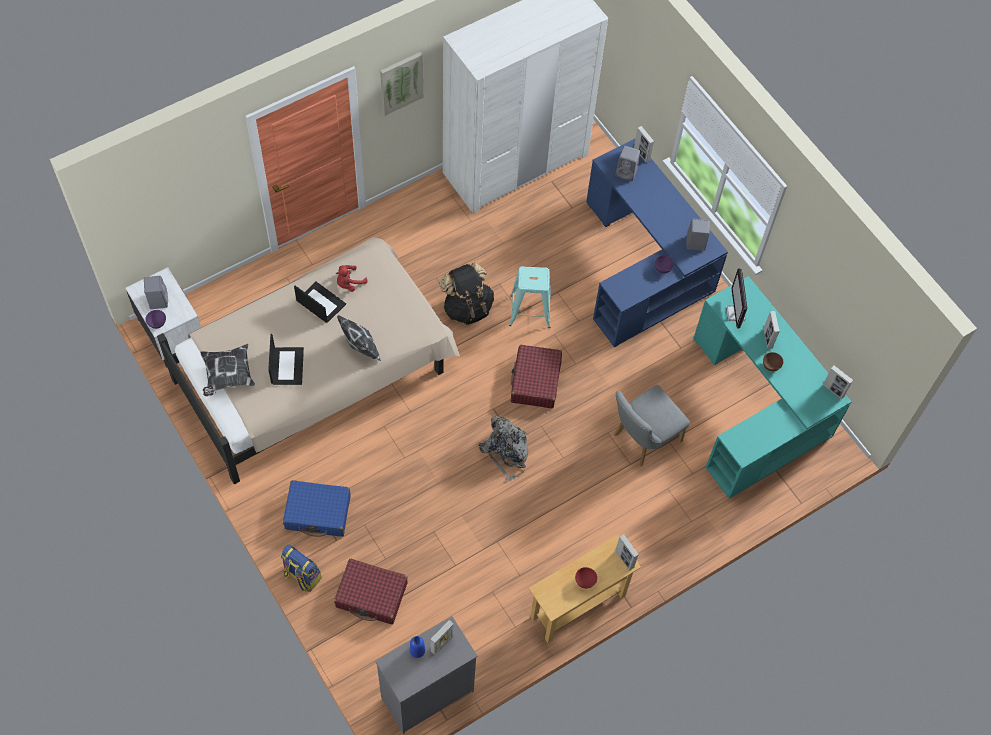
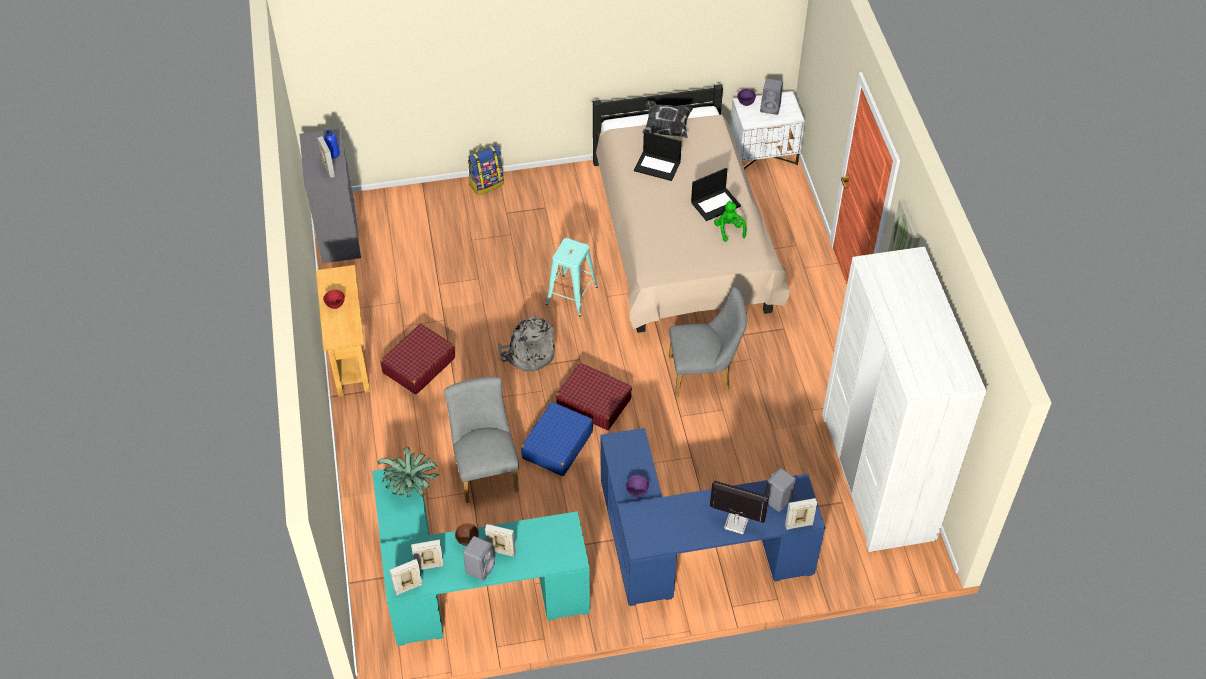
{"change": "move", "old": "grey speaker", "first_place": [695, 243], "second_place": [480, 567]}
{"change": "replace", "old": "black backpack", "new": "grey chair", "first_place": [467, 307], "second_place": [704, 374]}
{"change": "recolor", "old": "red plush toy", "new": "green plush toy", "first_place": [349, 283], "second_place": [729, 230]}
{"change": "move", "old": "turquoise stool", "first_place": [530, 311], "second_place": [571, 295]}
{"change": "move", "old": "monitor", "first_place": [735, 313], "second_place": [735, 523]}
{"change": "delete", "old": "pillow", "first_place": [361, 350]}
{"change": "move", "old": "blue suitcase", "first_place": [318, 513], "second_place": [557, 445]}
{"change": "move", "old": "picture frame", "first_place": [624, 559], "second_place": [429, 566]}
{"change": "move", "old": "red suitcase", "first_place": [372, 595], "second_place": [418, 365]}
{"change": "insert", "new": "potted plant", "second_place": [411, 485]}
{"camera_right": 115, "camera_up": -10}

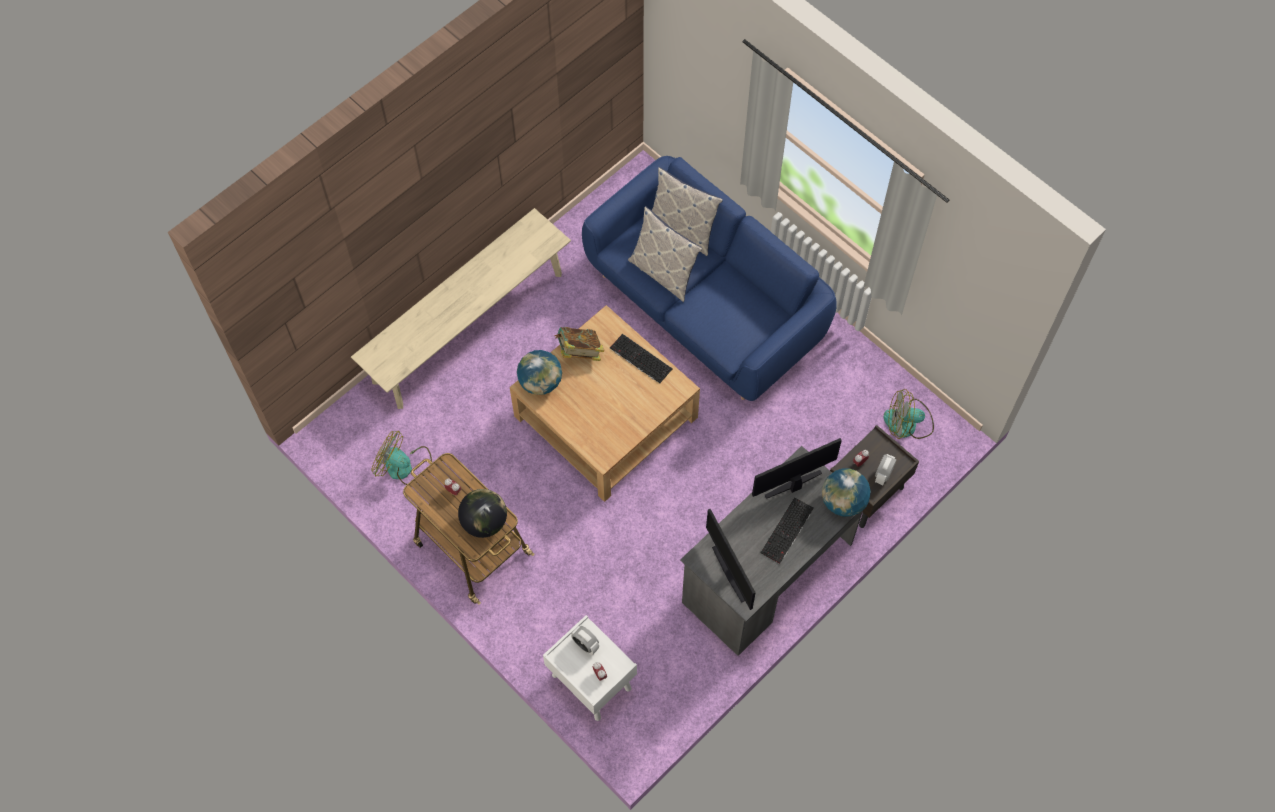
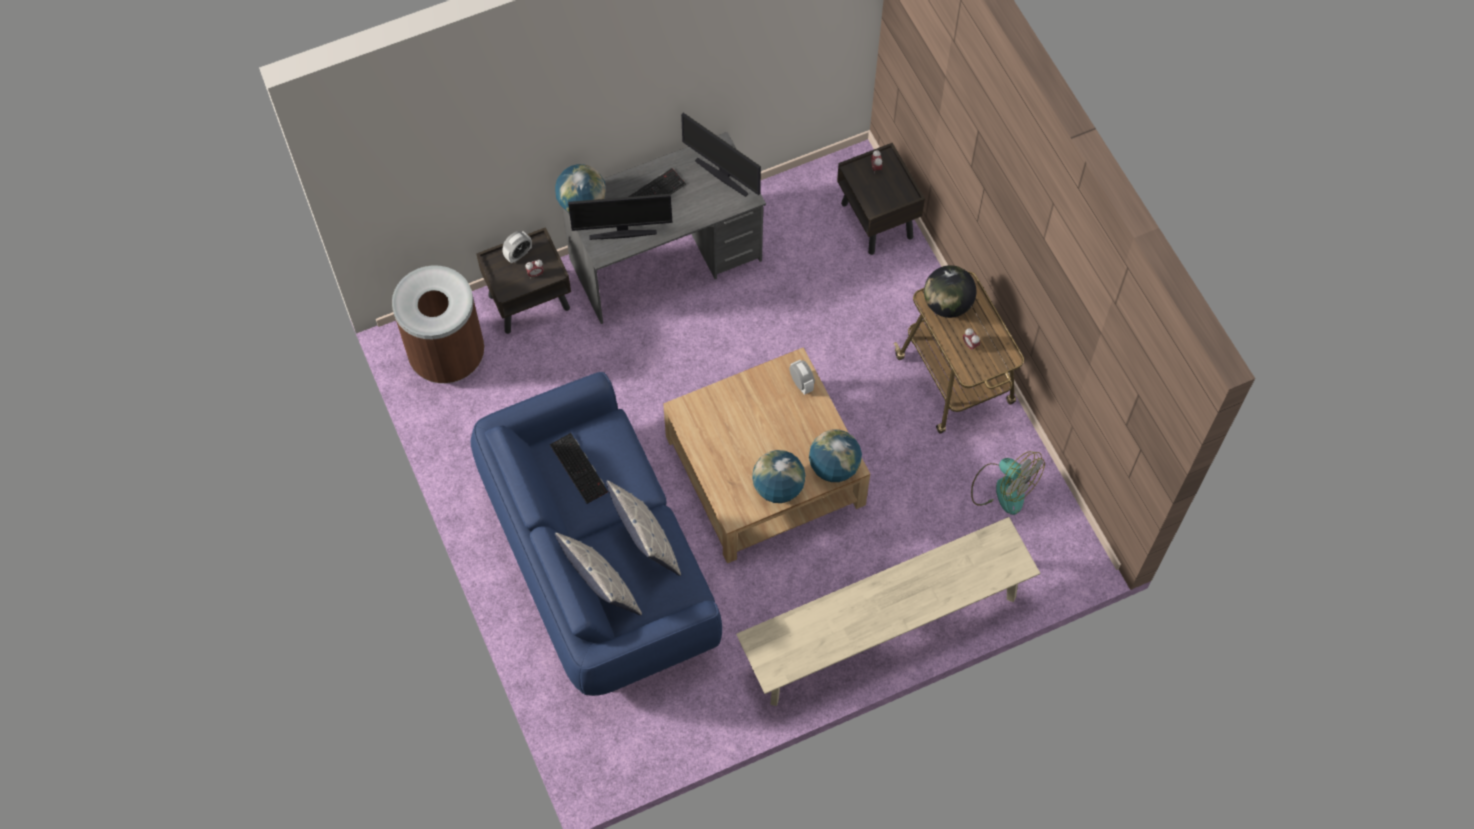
{"change": "replace", "old": "book", "new": "globe", "first_place": [579, 352], "second_place": [778, 487]}
{"change": "move", "old": "keyboard", "first_place": [639, 359], "second_place": [580, 468]}
{"change": "replace", "old": "fan", "new": "brown trash can", "first_place": [908, 424], "second_place": [448, 356]}
{"change": "rotate", "old": "monitor", "first_place": [730, 573], "second_place": [723, 176], "degrees": 135}
{"change": "recolor", "old": "white nightstand", "new": "brown nightstand", "first_place": [590, 681], "second_place": [877, 221]}
{"change": "move", "old": "alarm clock", "first_place": [585, 645], "second_place": [801, 384]}
{"camera_right": -160, "camera_up": 0}

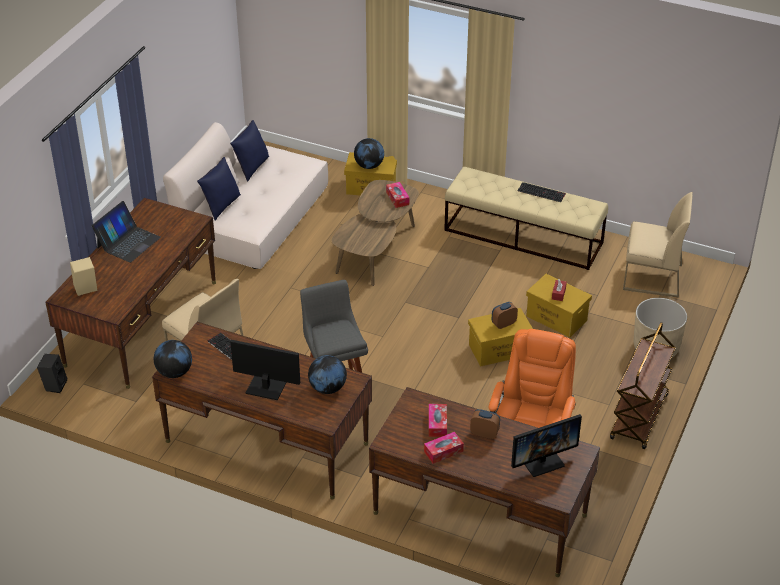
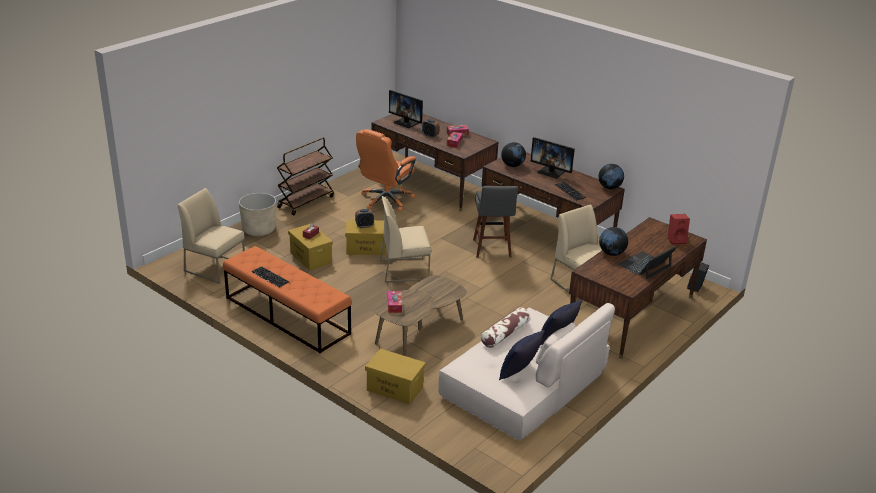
{"change": "move", "old": "globe", "first_place": [369, 166], "second_place": [611, 253]}
{"change": "recolor", "old": "beige bench", "new": "orange bench", "first_place": [524, 236], "second_place": [286, 315]}
{"change": "recolor", "old": "beige speaker", "new": "red speaker", "first_place": [85, 290], "second_place": [676, 240]}
{"change": "rotate", "old": "monitor", "first_place": [542, 461], "second_place": [406, 123], "degrees": -135}
{"change": "insert", "new": "beige chair", "second_place": [404, 270]}
{"change": "insert", "new": "pillow", "second_place": [505, 334]}
{"camera_right": -165, "camera_up": -10}

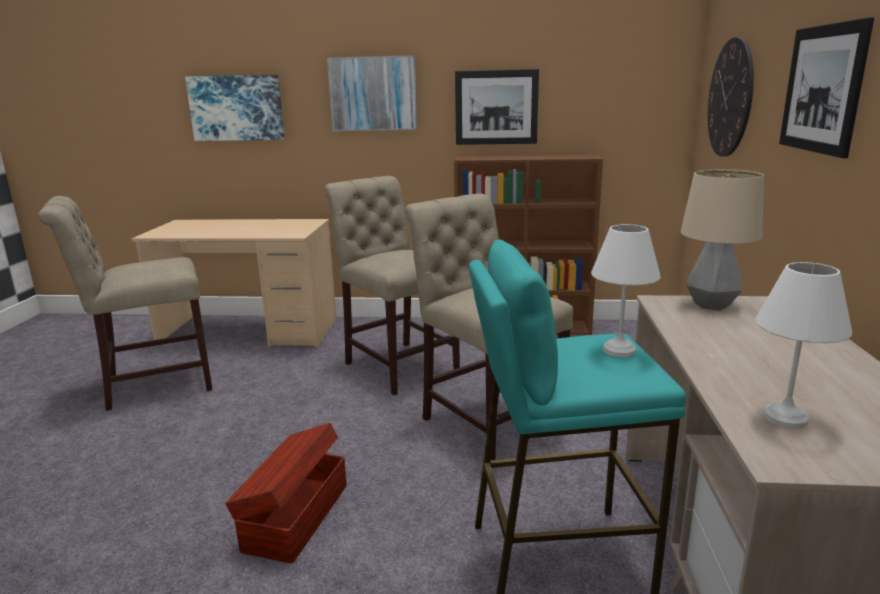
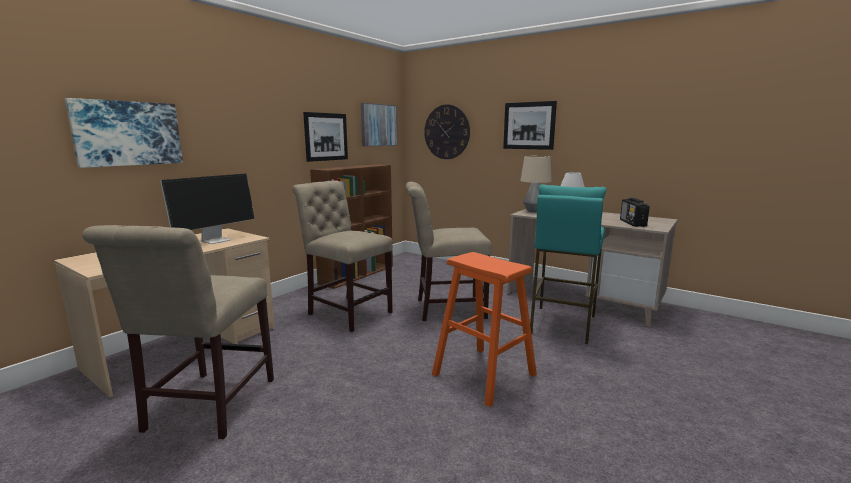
{"change": "move", "old": "picture", "first_place": [373, 94], "second_place": [378, 125]}
{"change": "rotate", "old": "beige chair", "first_place": [398, 364], "second_place": [347, 312], "degrees": 45}
{"change": "replace", "old": "white table lamp", "new": "radio", "first_place": [787, 419], "second_place": [632, 223]}
{"change": "replace", "old": "brown storage box", "new": "orange stool", "first_place": [294, 517], "second_place": [484, 375]}
{"change": "insert", "new": "monitor", "second_place": [216, 240]}
{"camera_right": -60, "camera_up": -5}

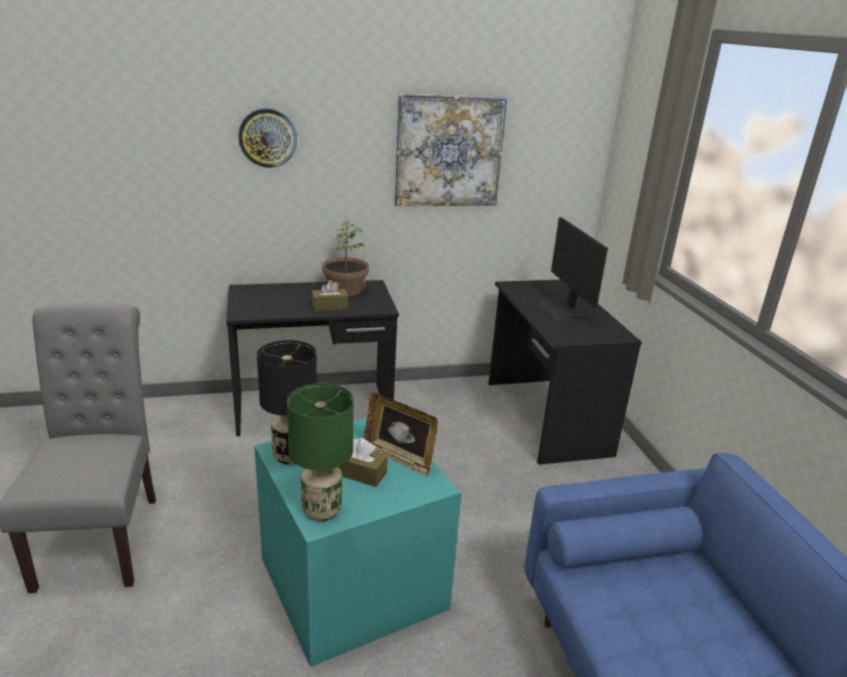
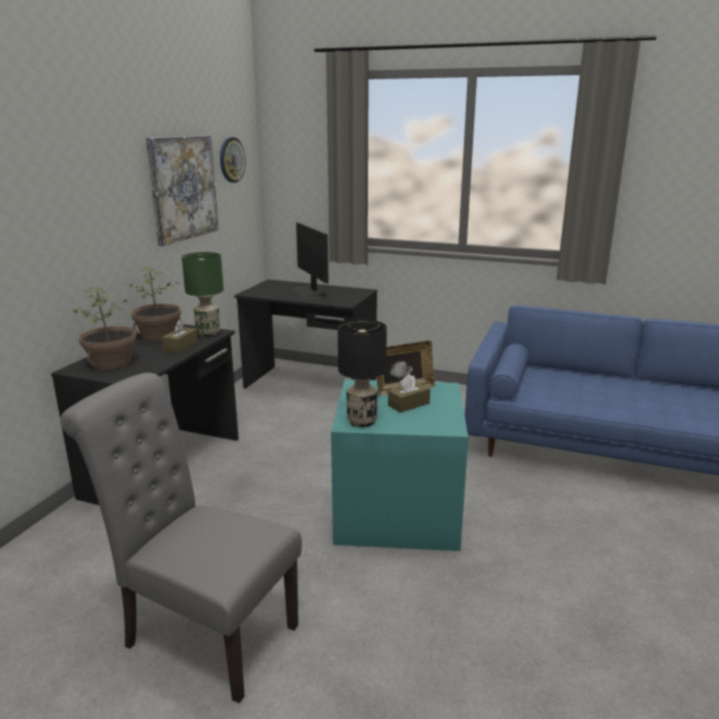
{"change": "move", "old": "wall clock", "first_place": [267, 138], "second_place": [231, 160]}
{"change": "rotate", "old": "monitor", "first_place": [563, 309], "second_place": [307, 292], "degrees": 45}
{"change": "move", "old": "green table lamp", "first_place": [322, 510], "second_place": [208, 333]}
{"change": "insert", "new": "potted plant", "second_place": [112, 363]}
{"camera_right": -55, "camera_up": -5}

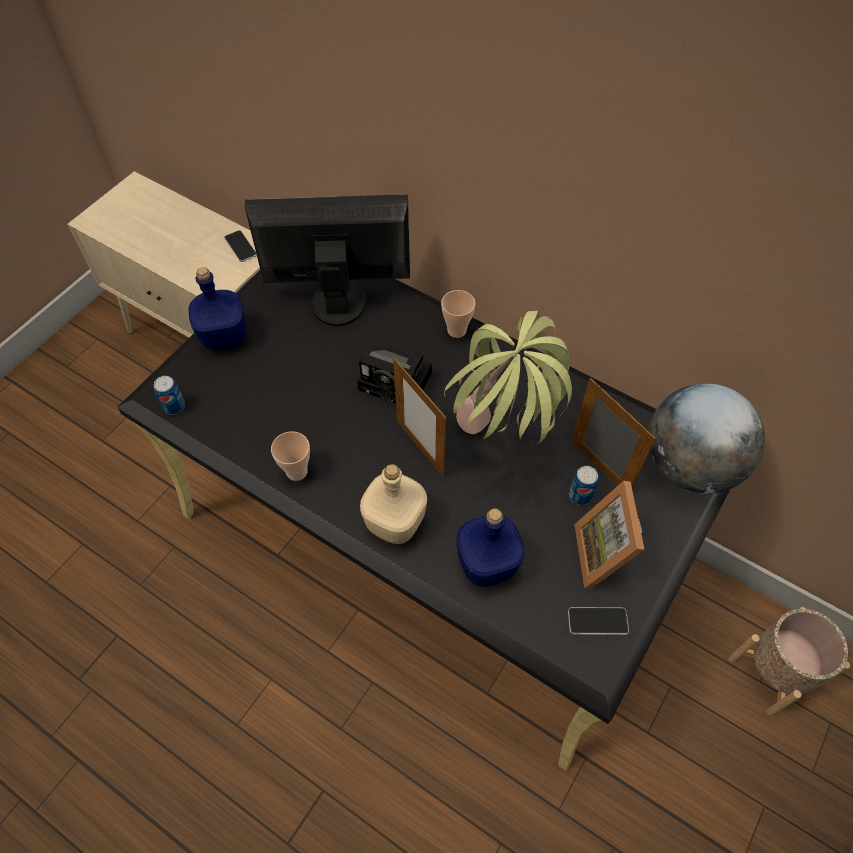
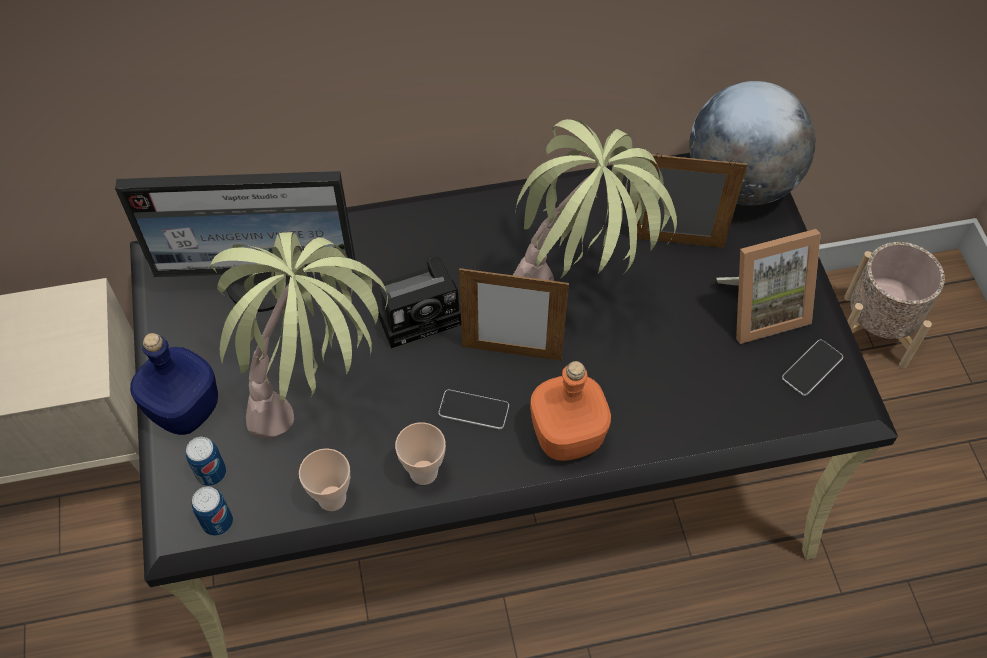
{"change": "rotate", "old": "monitor", "first_place": [337, 299], "second_place": [263, 278], "degrees": -135}
{"change": "move", "old": "phone", "first_place": [240, 246], "second_place": [473, 410]}
{"change": "move", "old": "cup", "first_place": [456, 330], "second_place": [332, 498]}
{"change": "recolor", "old": "beige bottle", "new": "orange bottle", "first_place": [394, 524], "second_place": [568, 437]}
{"change": "move", "old": "can", "first_place": [580, 495], "second_place": [211, 473]}
{"change": "rotate", "old": "picture frame", "first_place": [607, 554], "second_place": [761, 309], "degrees": -60}
{"change": "delete", "old": "blue bottle", "first_place": [488, 564]}
{"change": "insert", "new": "potted plant", "second_place": [316, 396]}
{"camera_right": -45, "camera_up": 0}

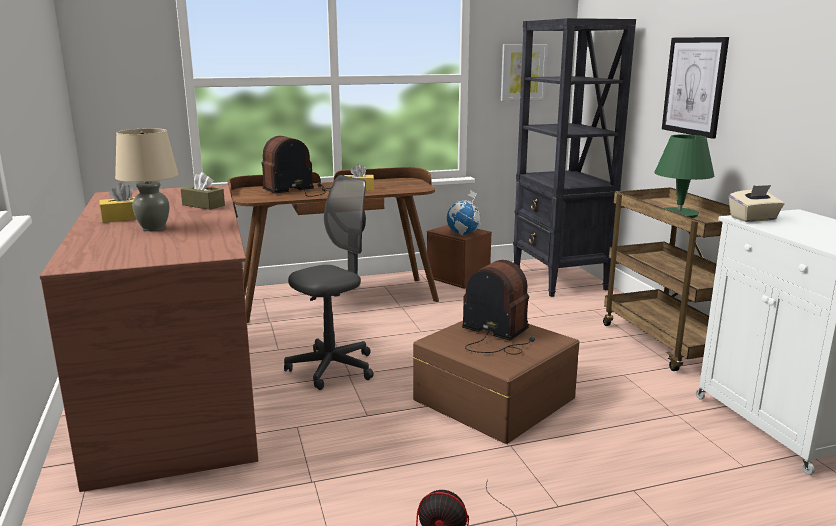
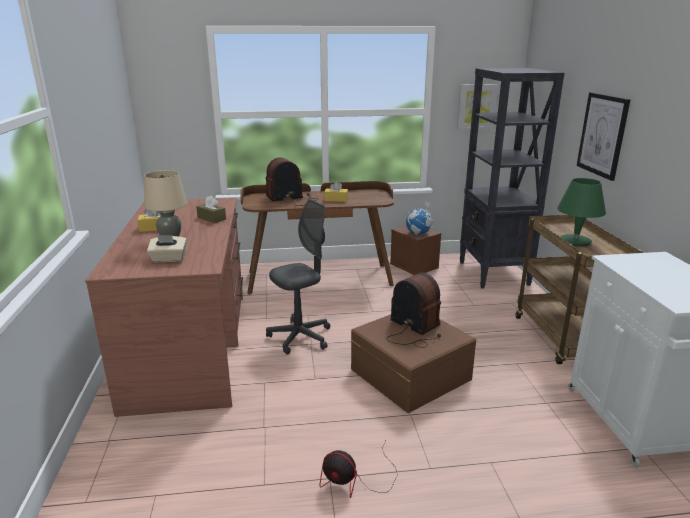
{"change": "move", "old": "beige tissue box", "first_place": [753, 219], "second_place": [168, 259]}
{"camera_right": 10, "camera_up": 5}

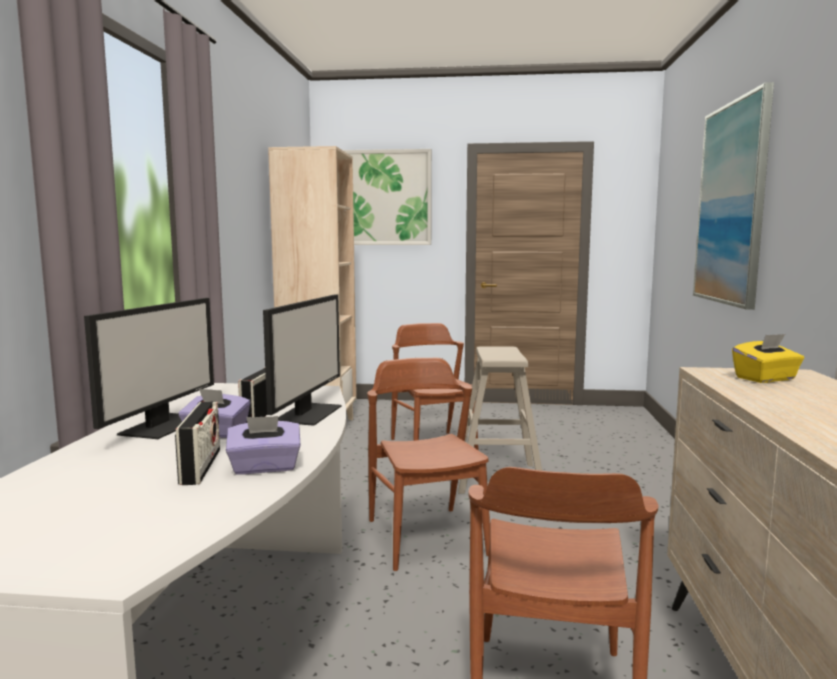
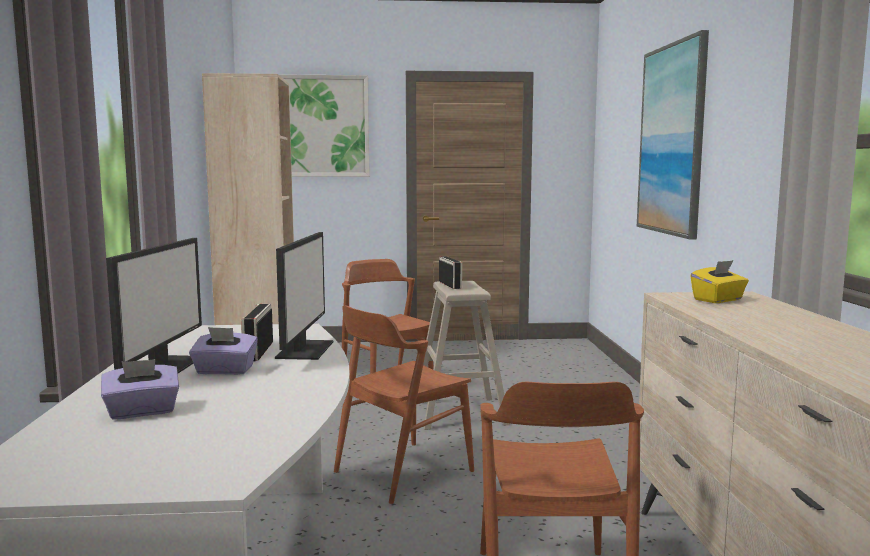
{"change": "rotate", "old": "brown chair", "first_place": [426, 536], "second_place": [403, 471], "degrees": -105}
{"change": "move", "old": "radio", "first_place": [201, 466], "second_place": [450, 285]}
{"change": "move", "old": "purple tissue box", "first_place": [264, 467], "second_place": [142, 411]}
{"camera_right": -10, "camera_up": 0}

